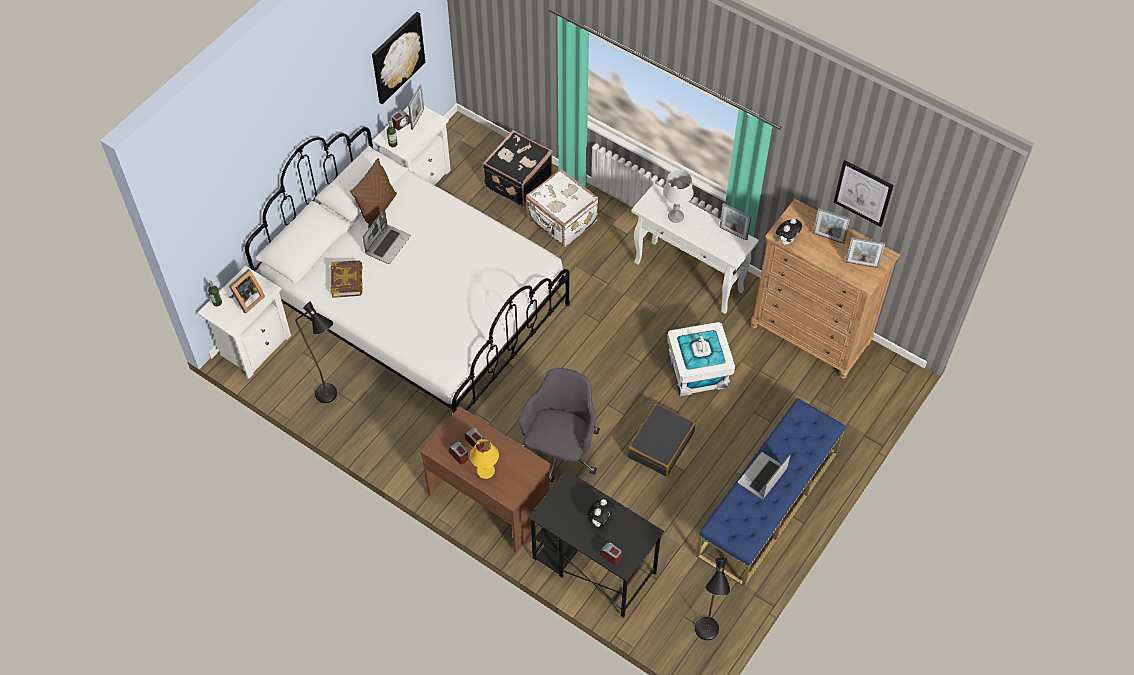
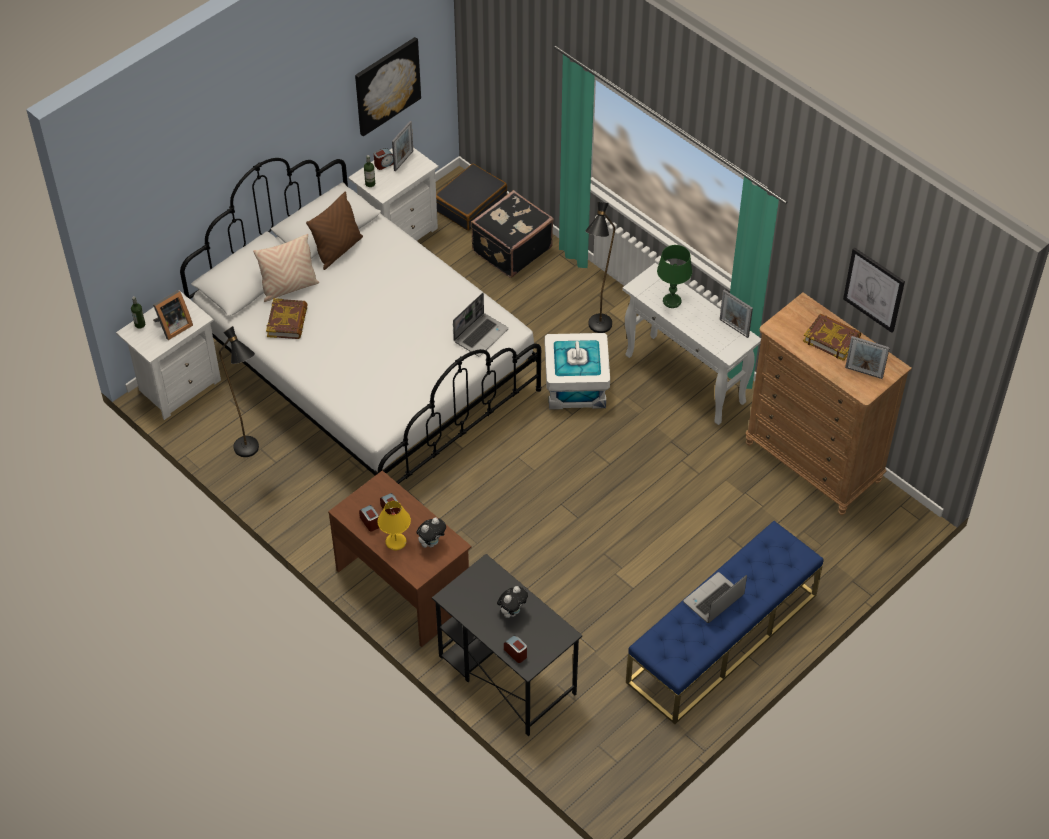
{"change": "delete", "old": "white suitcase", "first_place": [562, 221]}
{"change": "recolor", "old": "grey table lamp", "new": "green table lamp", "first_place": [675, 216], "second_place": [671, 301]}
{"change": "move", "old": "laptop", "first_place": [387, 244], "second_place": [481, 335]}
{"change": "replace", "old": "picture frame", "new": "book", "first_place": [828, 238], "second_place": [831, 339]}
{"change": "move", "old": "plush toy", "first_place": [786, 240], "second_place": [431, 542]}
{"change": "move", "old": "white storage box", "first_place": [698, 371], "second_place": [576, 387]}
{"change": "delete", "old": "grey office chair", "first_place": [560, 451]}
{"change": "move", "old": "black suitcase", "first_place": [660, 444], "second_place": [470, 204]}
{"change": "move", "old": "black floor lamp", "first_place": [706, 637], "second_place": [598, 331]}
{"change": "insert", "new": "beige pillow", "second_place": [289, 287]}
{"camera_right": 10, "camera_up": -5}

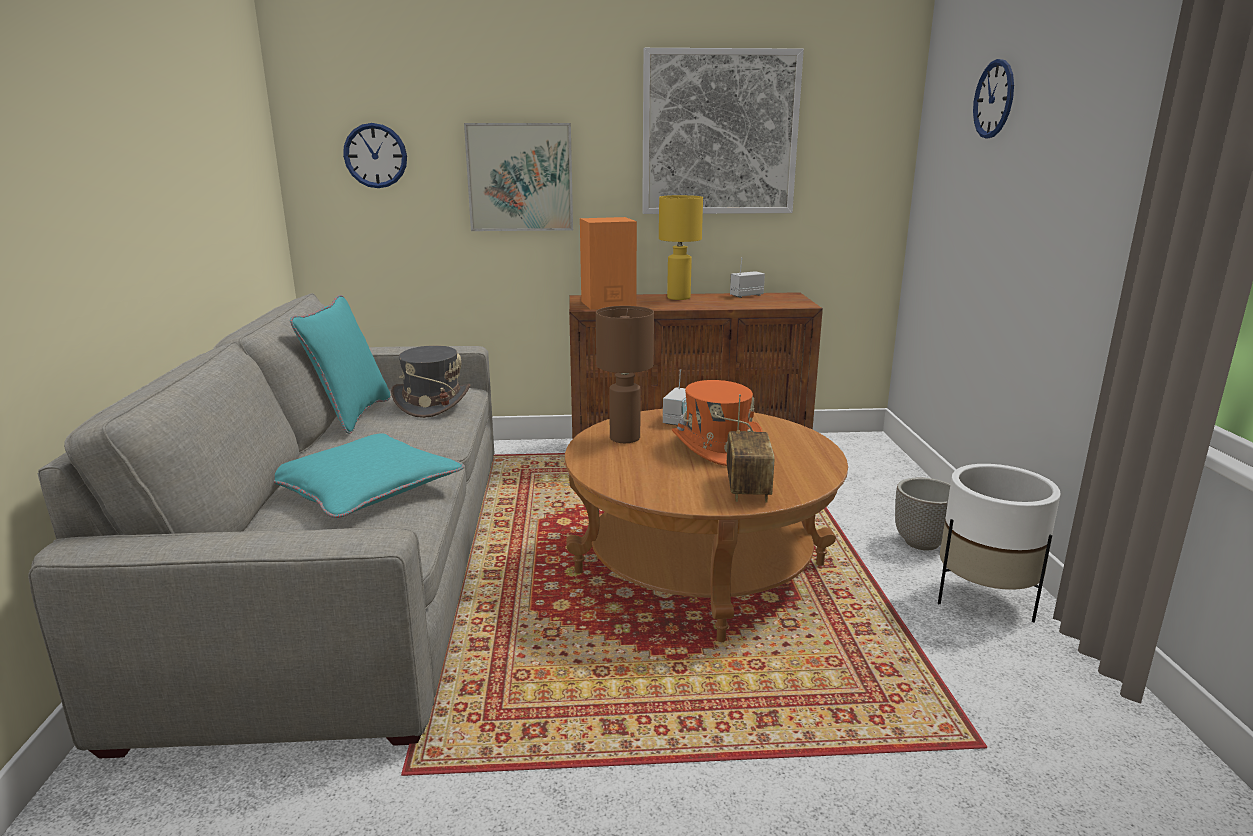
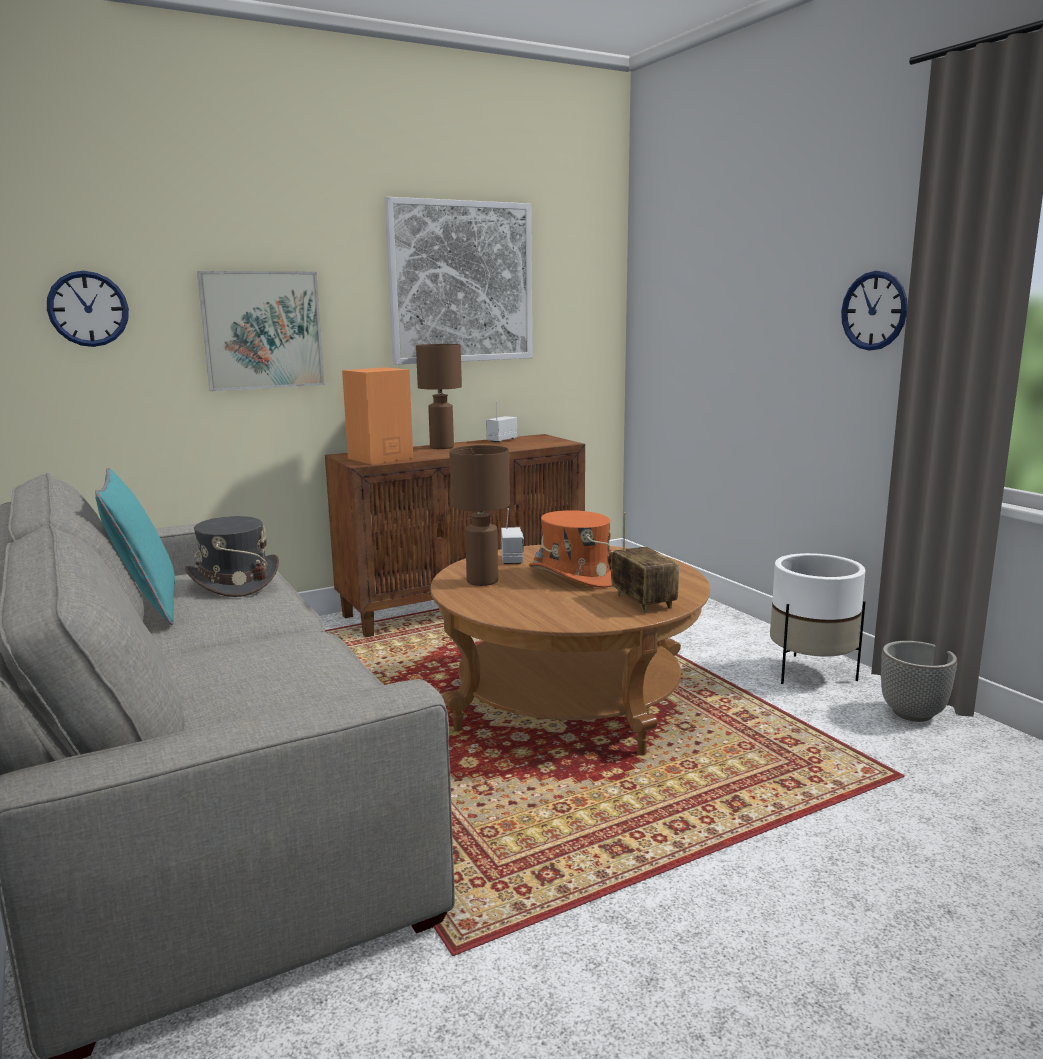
{"change": "move", "old": "wall clock", "first_place": [994, 99], "second_place": [874, 311]}
{"change": "recolor", "old": "yellow table lamp", "new": "brown table lamp", "first_place": [679, 298], "second_place": [442, 447]}
{"change": "delete", "old": "turquoise pillow", "first_place": [364, 488]}
{"change": "move", "old": "planter", "first_place": [921, 543], "second_place": [911, 714]}
{"camera_right": -25, "camera_up": -5}

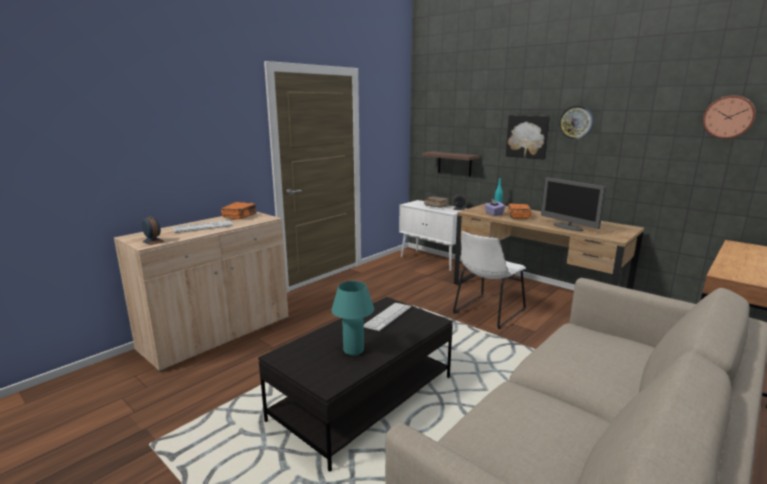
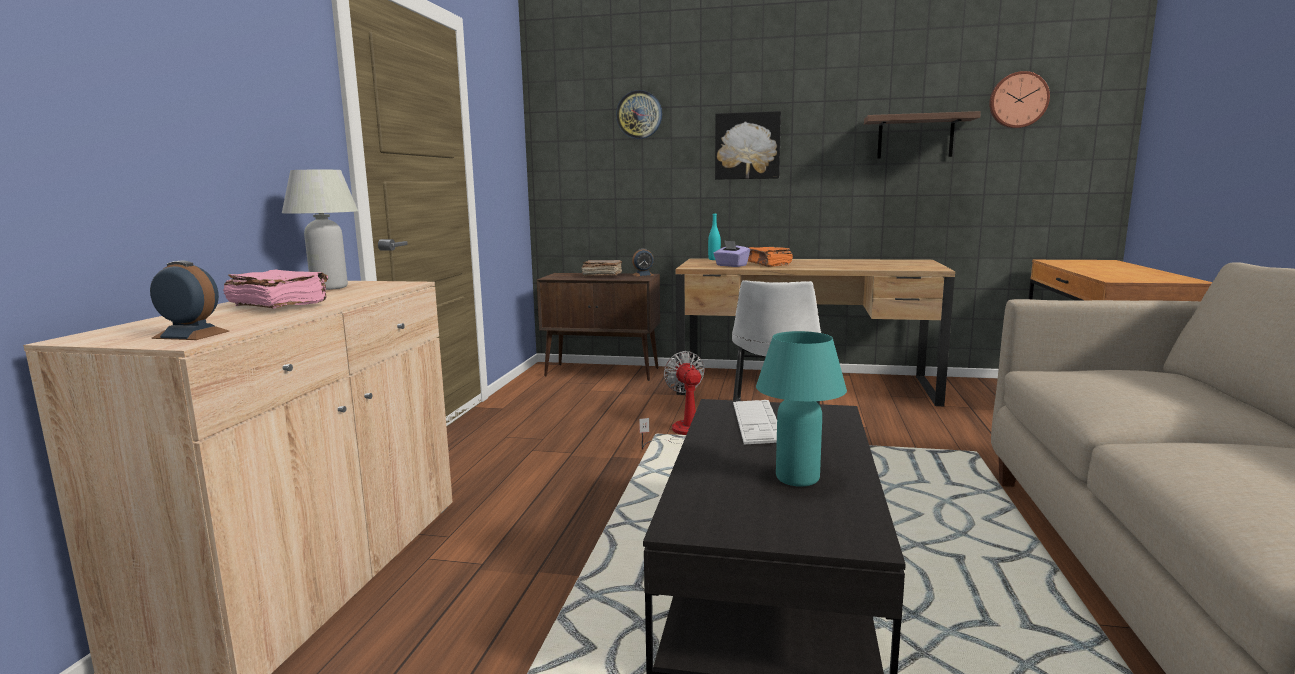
{"change": "move", "old": "wall clock", "first_place": [576, 122], "second_place": [639, 114]}
{"change": "move", "old": "shelf", "first_place": [454, 163], "second_place": [915, 137]}
{"change": "delete", "old": "monitor", "first_place": [568, 227]}
{"change": "recolor", "old": "white cabinet", "new": "brown cabinet", "first_place": [433, 260], "second_place": [603, 372]}
{"change": "replace", "old": "orange book", "new": "white table lamp", "first_place": [240, 216], "second_place": [329, 287]}
{"change": "replace", "old": "keyboard", "new": "pink book", "first_place": [203, 227], "second_place": [278, 305]}
{"change": "insert", "new": "fan", "second_place": [681, 433]}
{"camera_right": -30, "camera_up": -5}

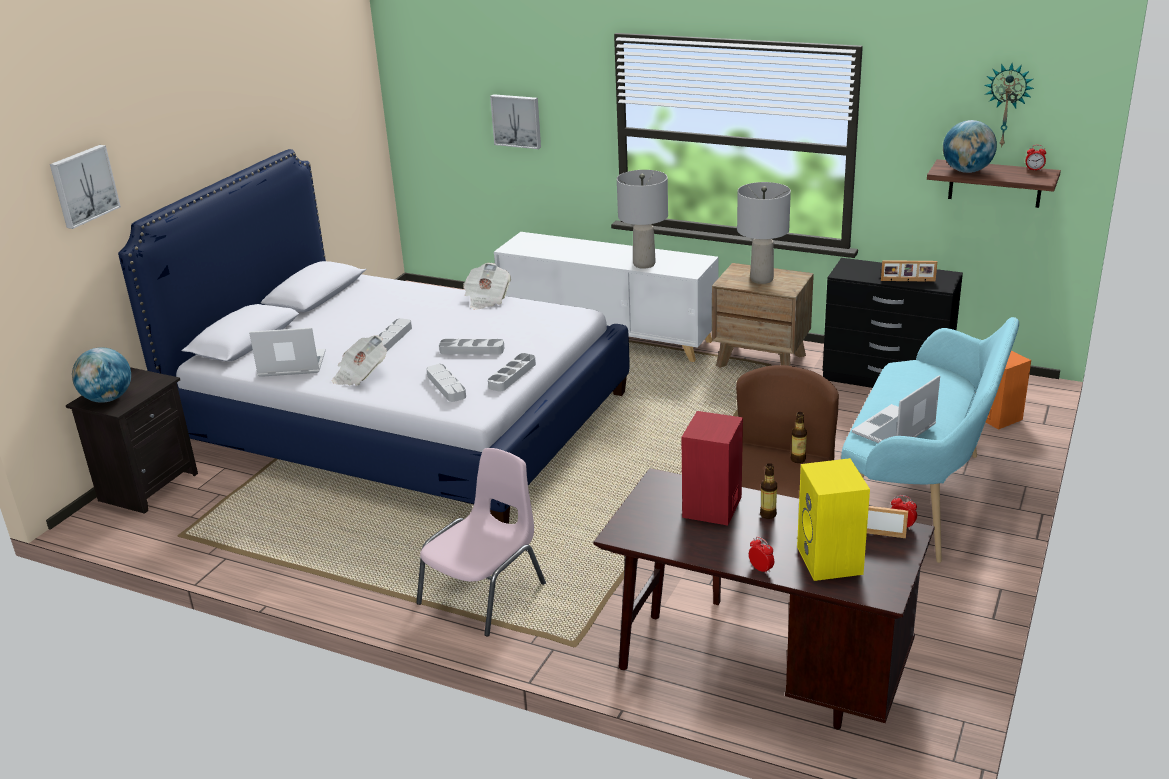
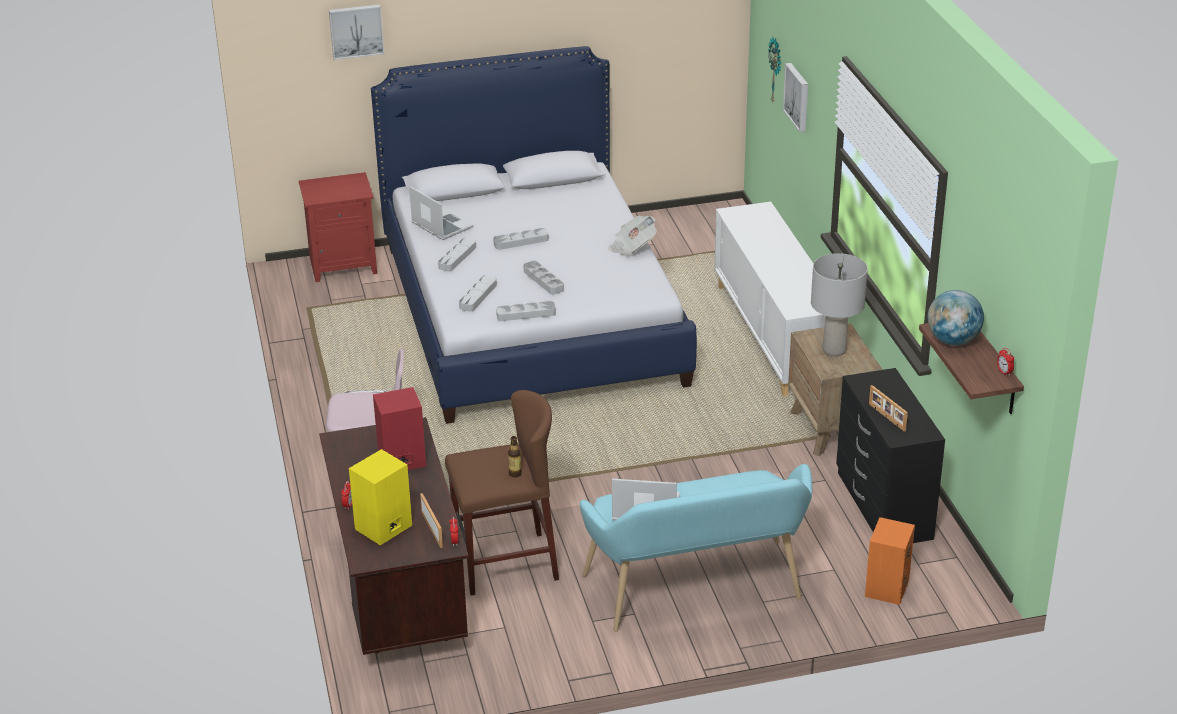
{"change": "move", "old": "wall clock", "first_place": [1007, 104], "second_place": [776, 70]}
{"change": "delete", "old": "grey table lamp", "first_place": [644, 264]}
{"change": "replace", "old": "newspaper", "new": "grey tray", "first_place": [360, 375], "second_place": [457, 257]}
{"change": "delete", "old": "globe", "first_place": [108, 399]}
{"change": "recolor", "old": "black nightstand", "new": "red nightstand", "first_place": [148, 486], "second_place": [344, 265]}
{"change": "delete", "old": "bottle", "first_place": [768, 514]}
{"camera_right": 50, "camera_up": 5}

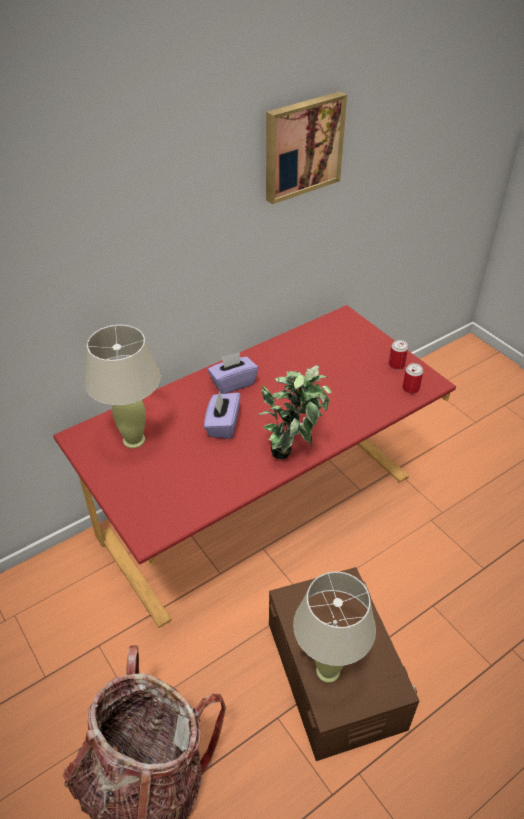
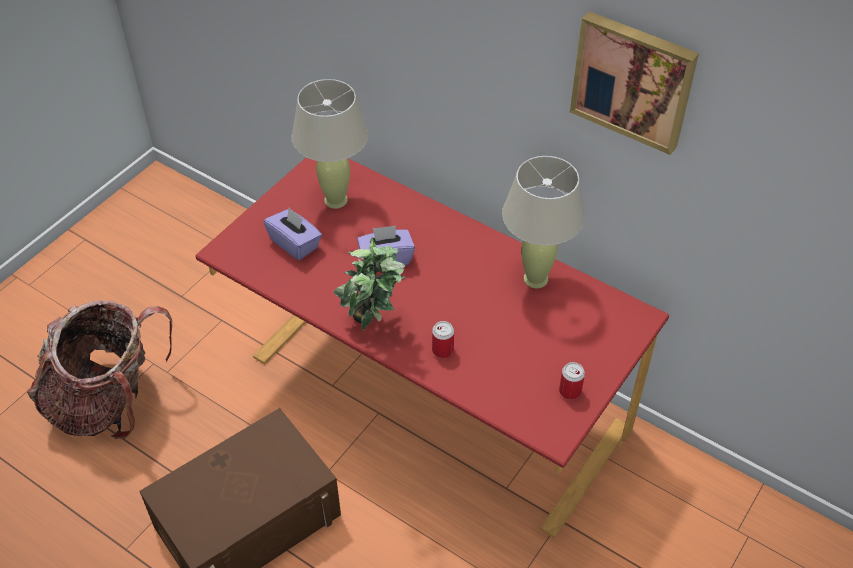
{"change": "move", "old": "purple tissue box", "first_place": [233, 383], "second_place": [295, 244]}
{"change": "move", "old": "can", "first_place": [410, 389], "second_place": [442, 350]}
{"change": "move", "old": "beige table lamp", "first_place": [328, 671], "second_place": [535, 279]}
{"camera_right": 70, "camera_up": 5}

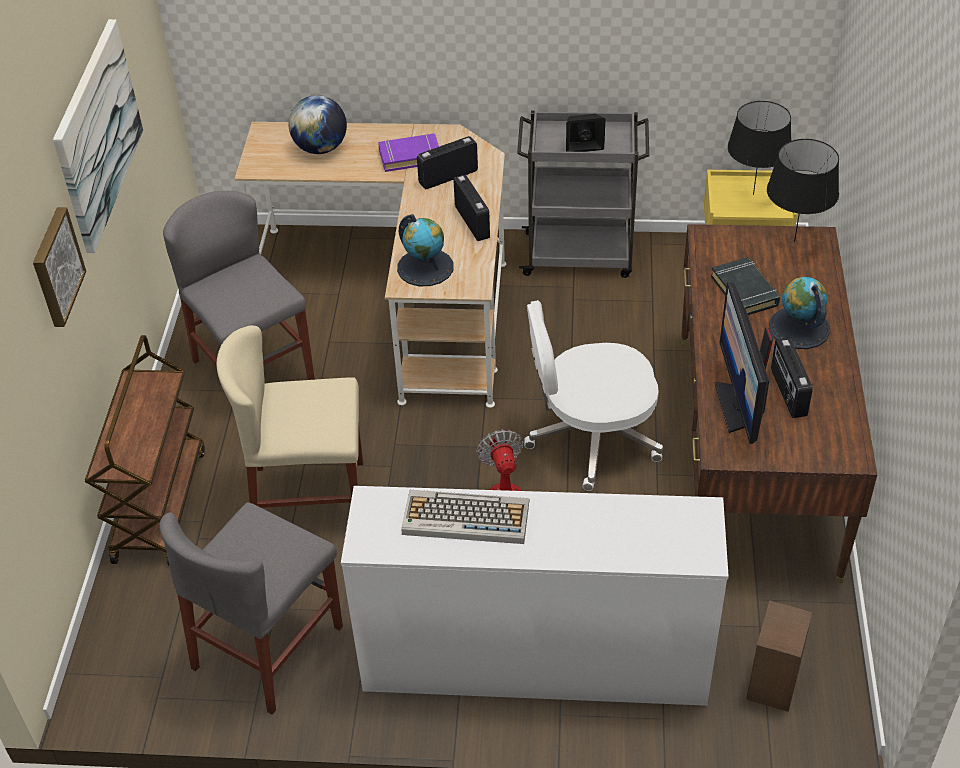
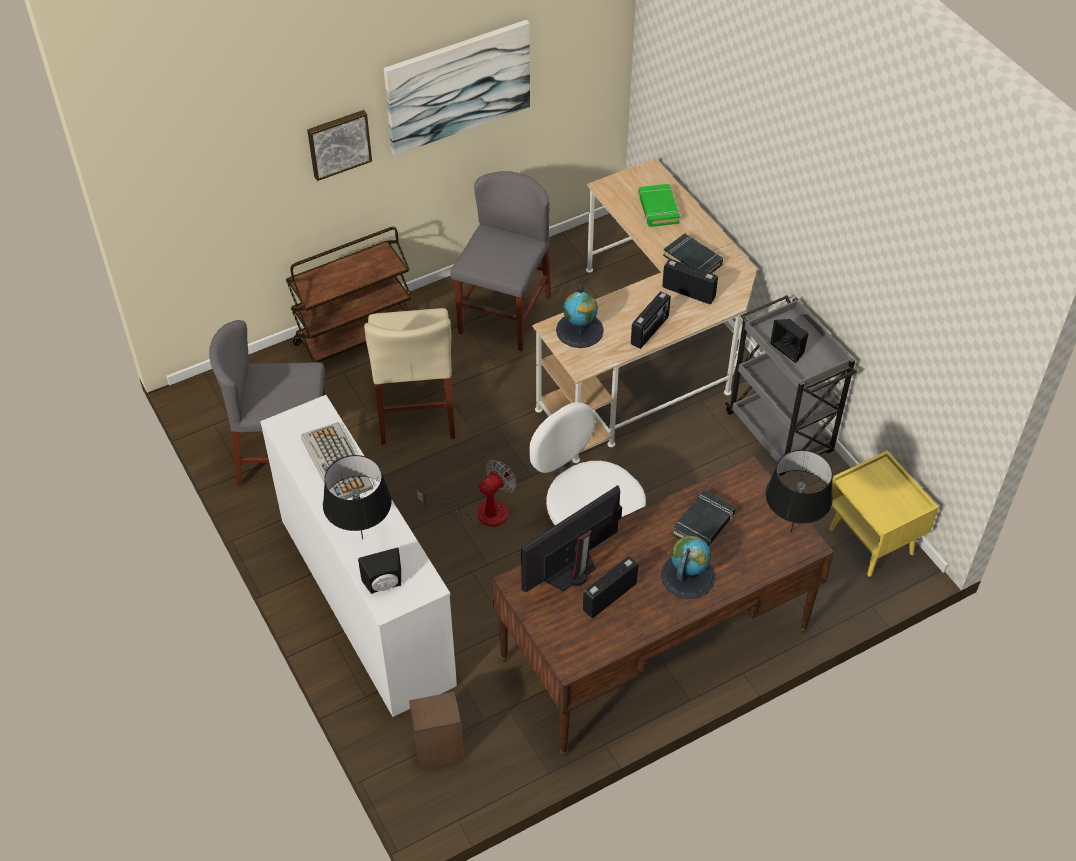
{"change": "replace", "old": "globe", "new": "green book", "first_place": [320, 148], "second_place": [658, 208]}
{"change": "move", "old": "black table lamp", "first_place": [753, 194], "second_place": [362, 539]}
{"change": "recolor", "old": "purple book", "new": "black book", "first_place": [410, 156], "second_place": [693, 260]}
{"change": "rotate", "old": "beige chair", "first_place": [309, 498], "second_place": [415, 408], "degrees": -150}
{"change": "insert", "new": "black speaker", "second_place": [384, 585]}
{"camera_right": 55, "camera_up": 5}

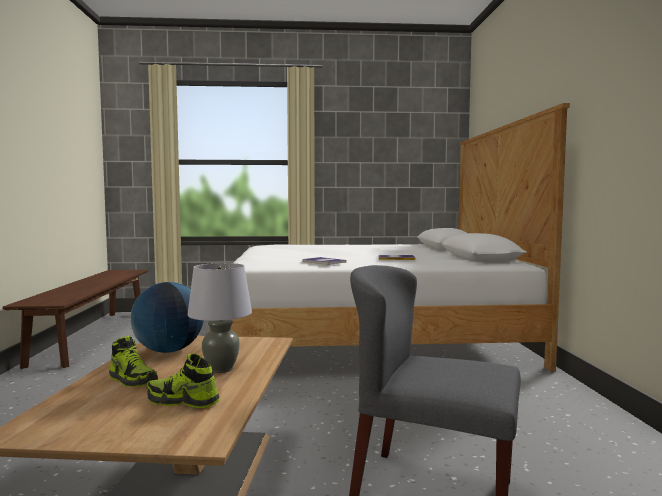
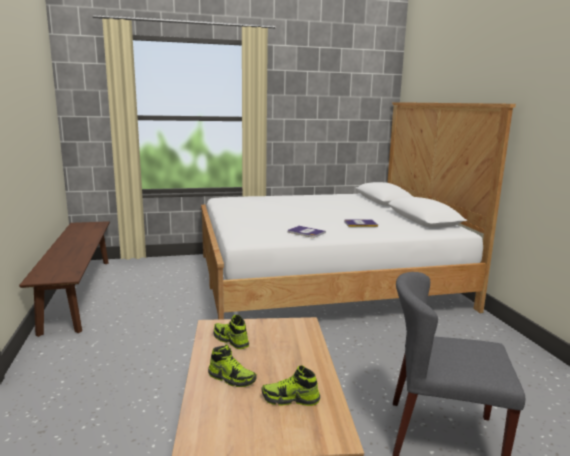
{"change": "delete", "old": "grey table lamp", "first_place": [221, 369]}
{"change": "replace", "old": "globe", "new": "shoe", "first_place": [169, 351], "second_place": [230, 340]}
{"camera_right": -10, "camera_up": 10}

